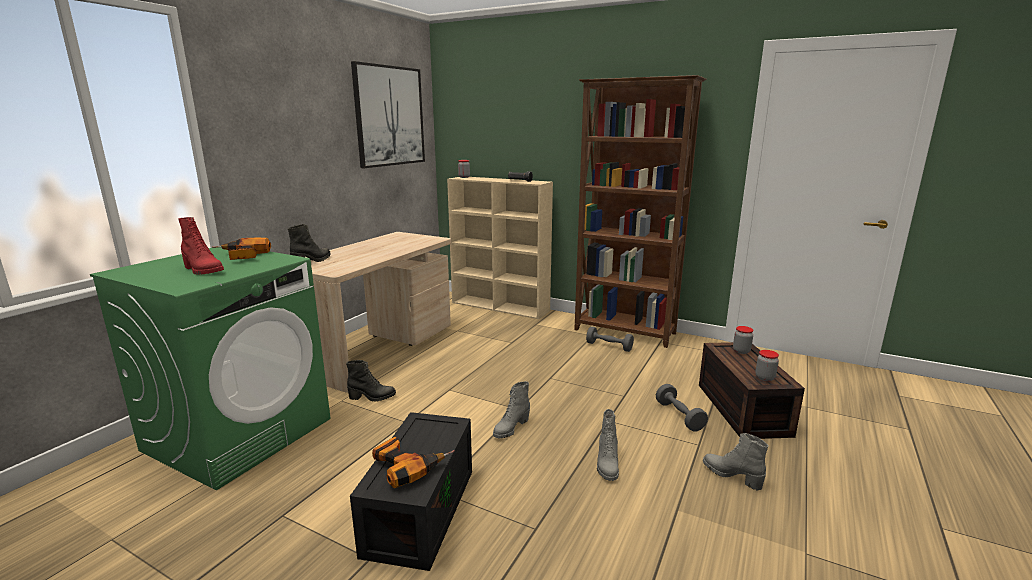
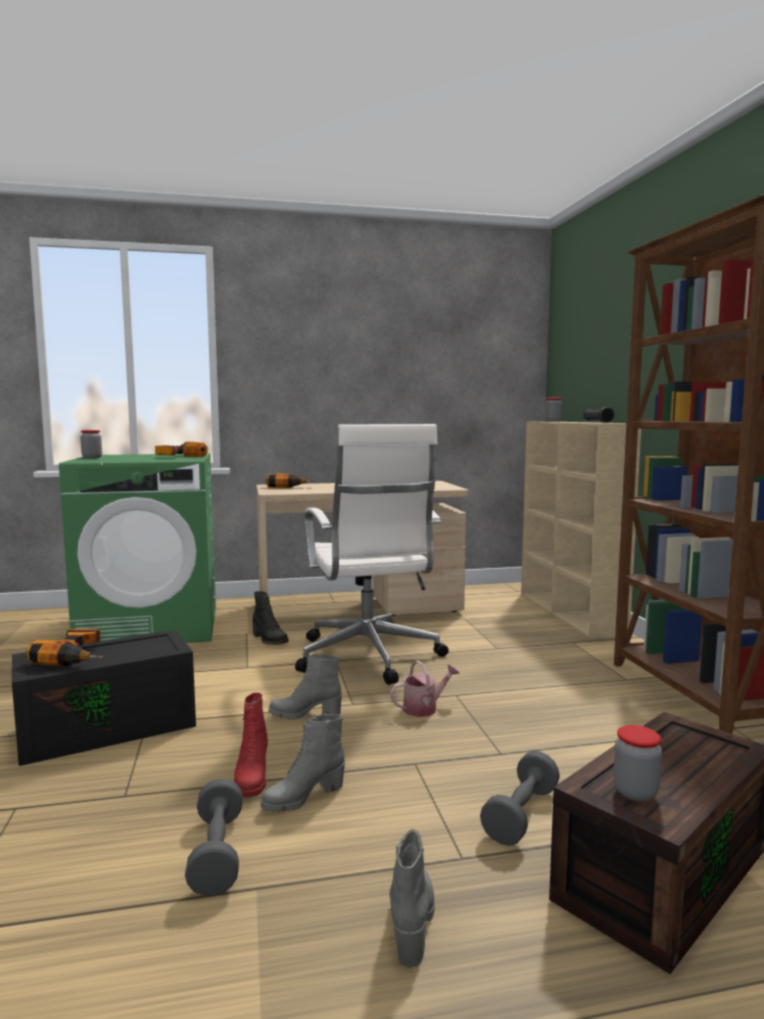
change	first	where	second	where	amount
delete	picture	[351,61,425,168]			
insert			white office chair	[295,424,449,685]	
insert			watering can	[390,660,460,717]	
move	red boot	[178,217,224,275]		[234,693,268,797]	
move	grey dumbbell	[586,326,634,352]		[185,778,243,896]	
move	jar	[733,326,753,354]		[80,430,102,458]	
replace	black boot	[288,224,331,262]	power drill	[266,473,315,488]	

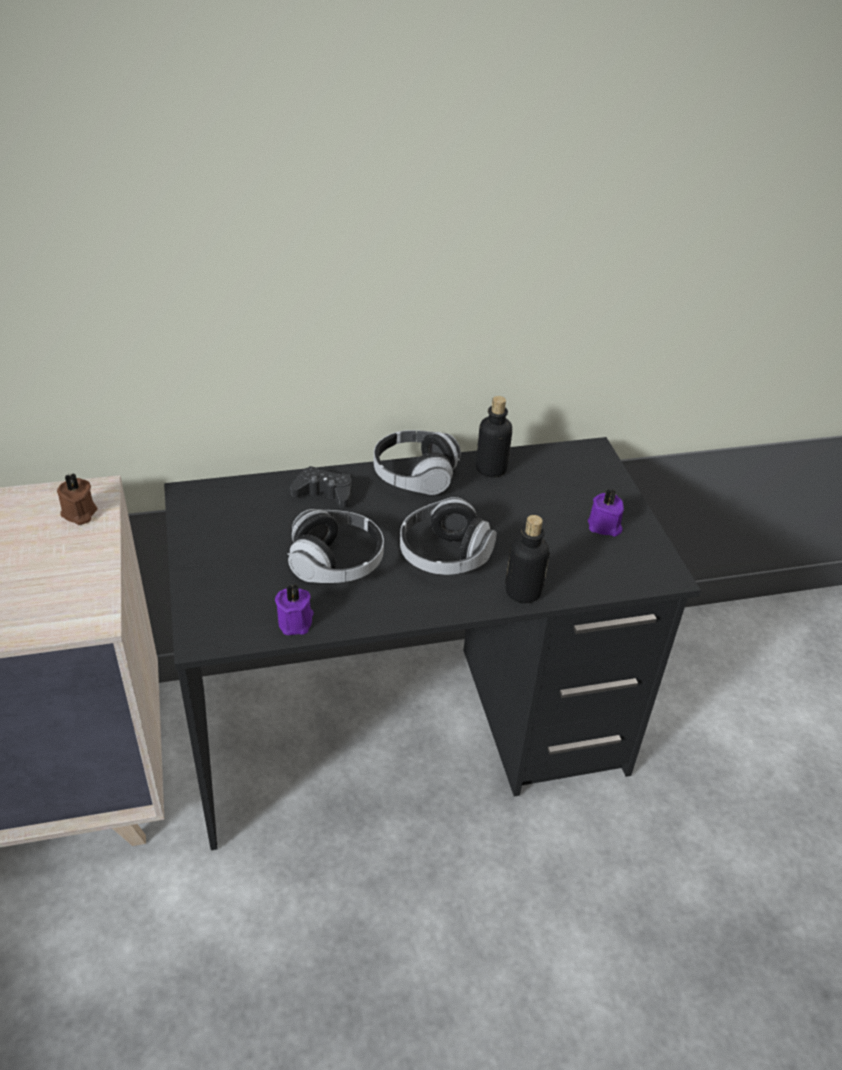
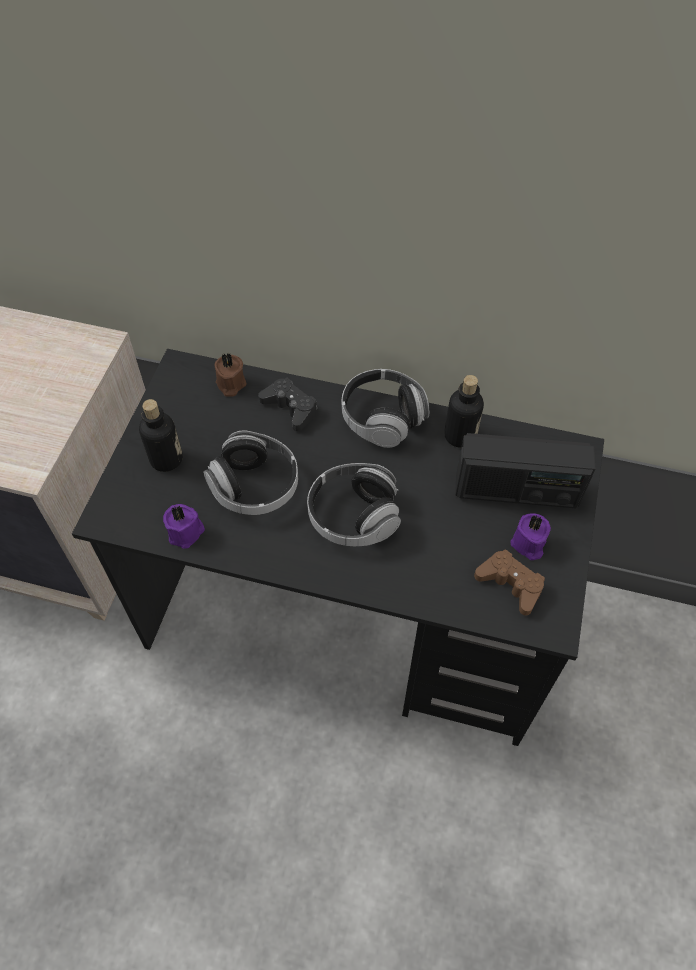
change	first	where	second	where	amount
insert			radio	[455,433,596,508]	
insert			brown game controller	[474,549,545,616]	
move	brown candle	[57,473,97,525]		[215,354,246,397]	
move	bottle	[505,515,550,603]		[139,399,183,472]	

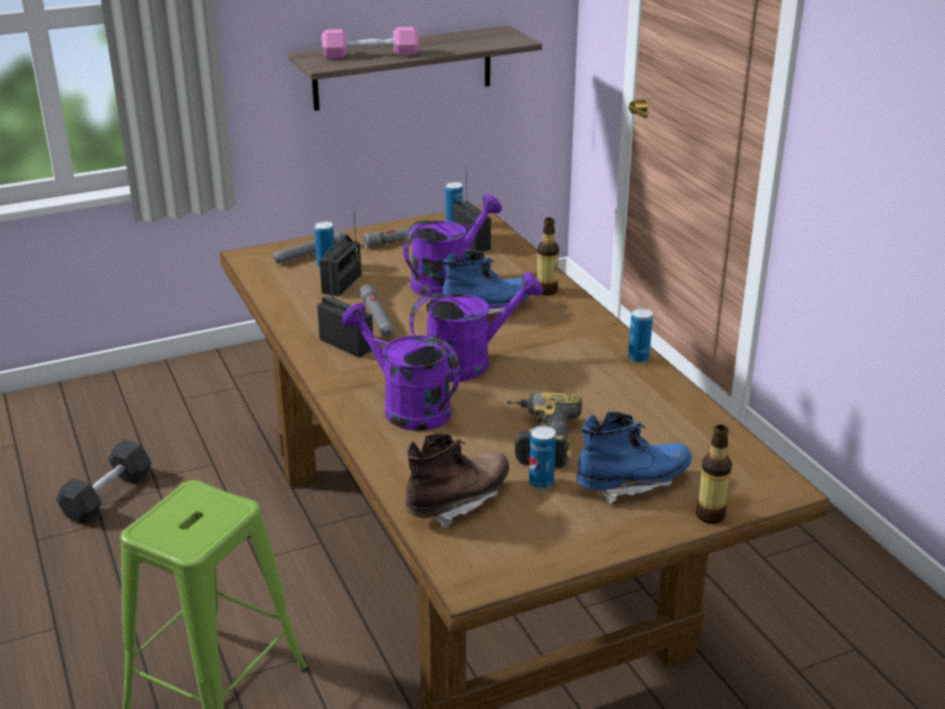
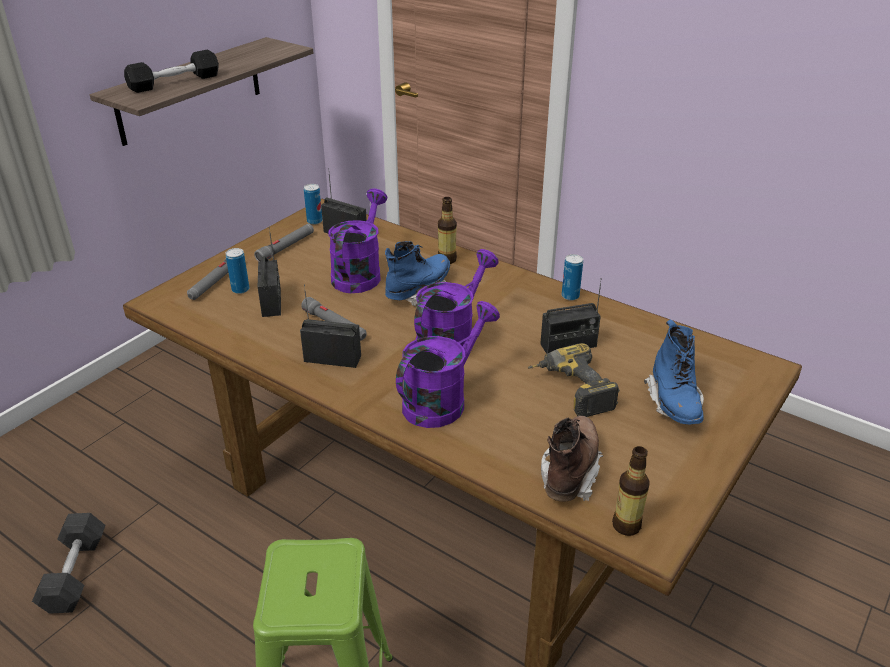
change	first	where	second	where	amount
delete	can	[529,425,556,489]			
insert			radio	[540,278,602,354]	
move	bottle	[696,425,732,524]		[612,446,650,536]	
recolor	pink dumbbell	[321,27,419,59]	black dumbbell	[124,50,219,93]	
rotate	purple watering can	[342,303,461,431]		[396,301,500,428]	120 degrees clockwise
rotate	blue boot	[577,411,692,505]		[644,319,704,425]	135 degrees clockwise

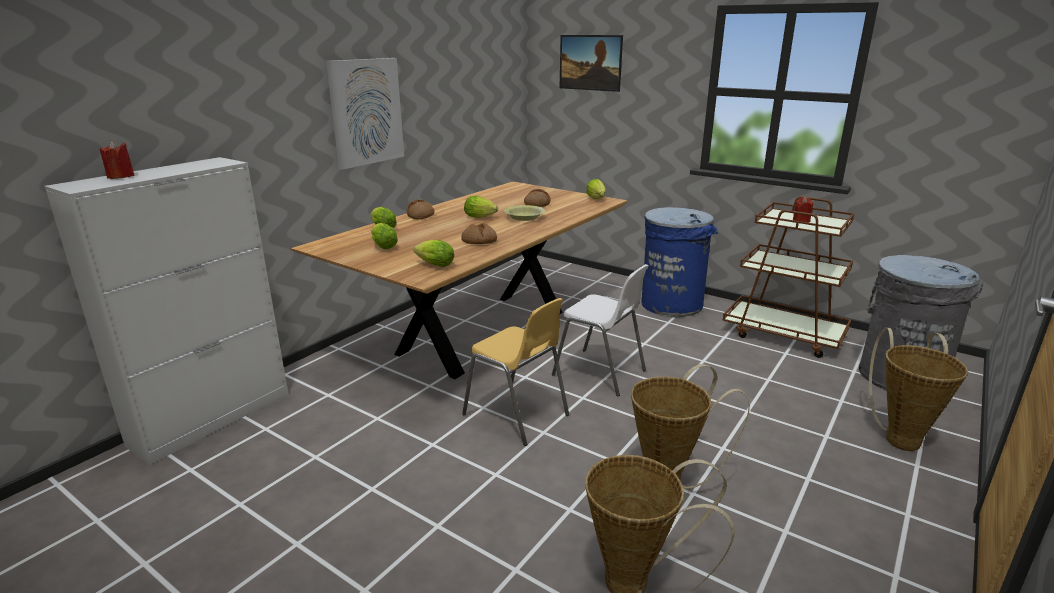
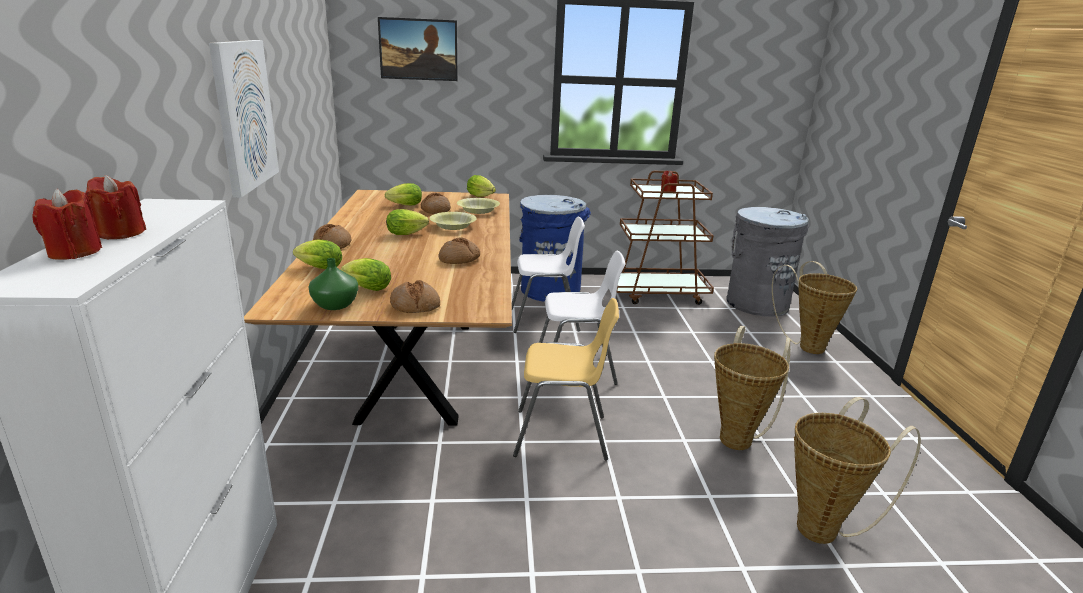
change	first	where	second	where	amount
insert			red candle	[85,175,146,239]	
insert			green vase	[309,258,358,310]	
insert			bread	[390,280,440,313]	
insert			yellow bowl	[457,198,500,214]	
insert			white chair	[512,217,585,333]	
move	lettuce	[413,239,454,267]		[385,183,422,205]	

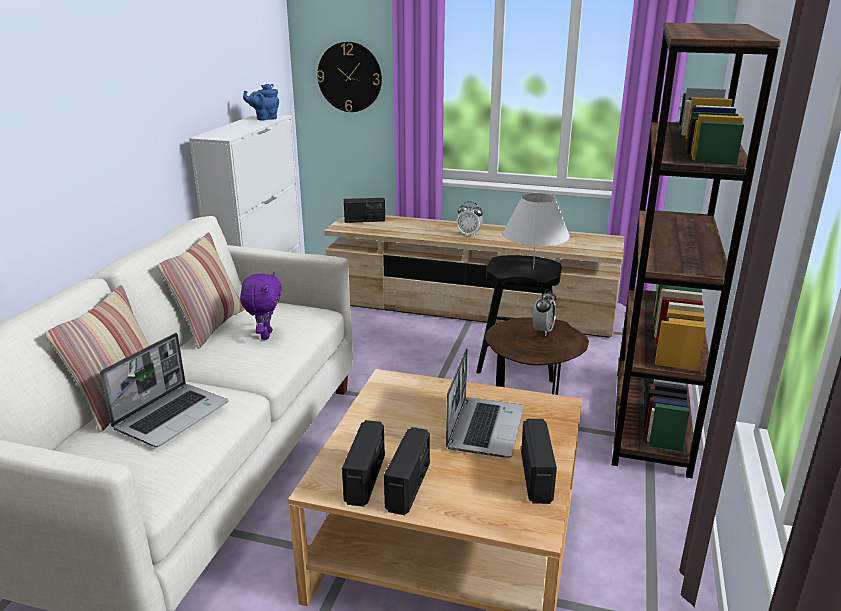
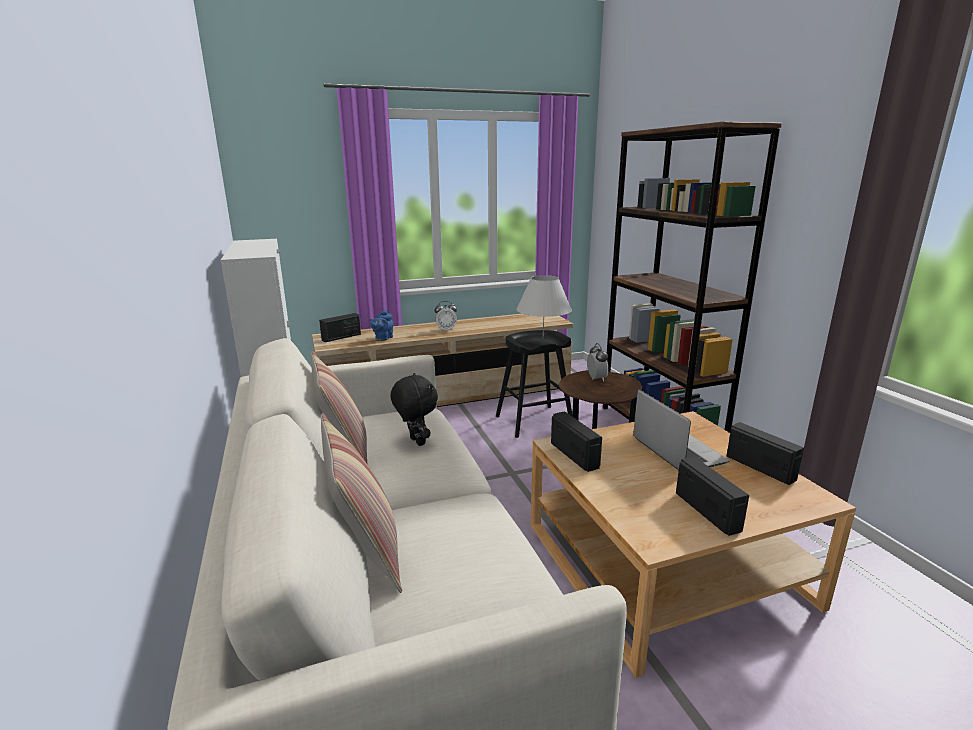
change	first	where	second	where	amount
delete	laptop	[100,333,228,447]			
delete	wall clock	[317,42,382,112]			
move	blue teapot	[243,84,279,120]		[370,310,393,341]	
move	radio	[342,420,385,507]		[551,411,602,472]	
recolor	purple plush toy	[240,272,282,340]	black plush toy	[391,373,438,446]	

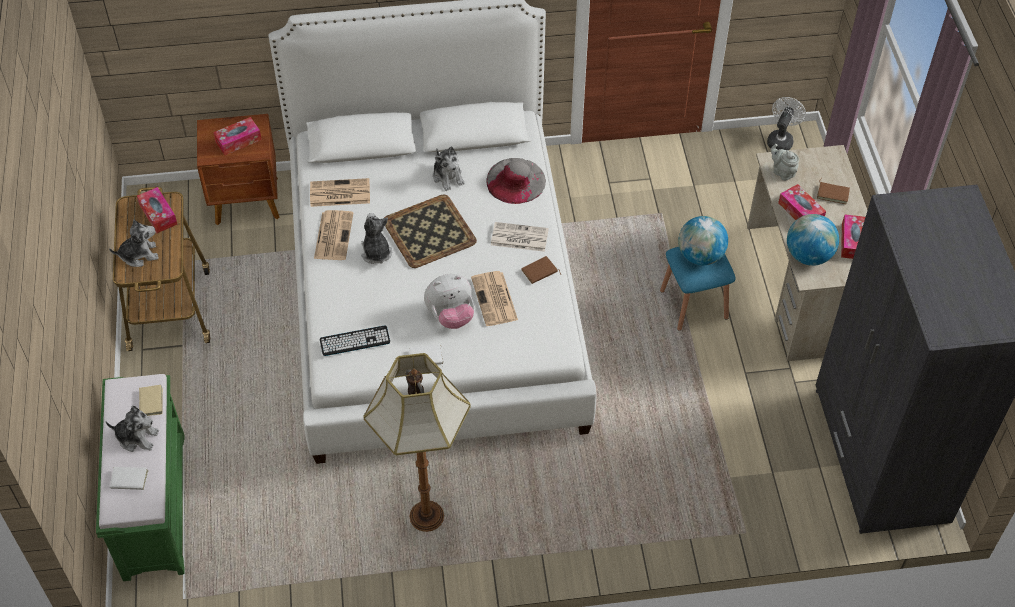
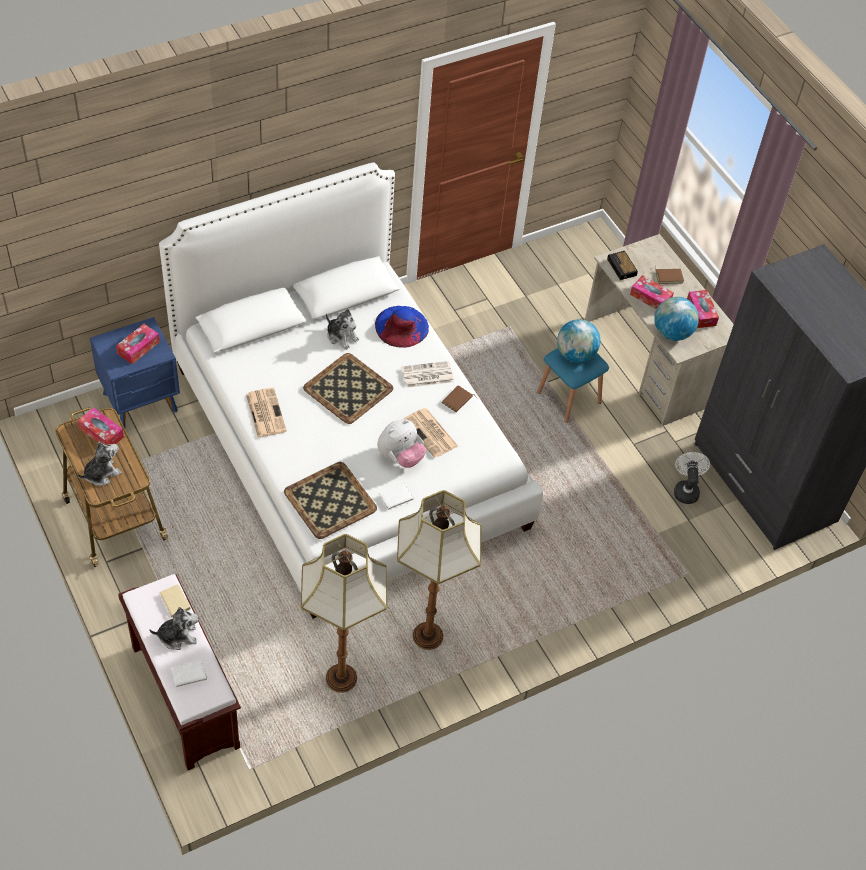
change	first	where	second	where	amount
delete	newspaper	[310,178,370,207]			
delete	plush toy	[361,213,392,264]			
insert			floor lamp	[301,534,387,693]	
move	white fan	[767,97,806,150]		[674,452,710,504]	
replace	keyboard	[320,326,390,356]	tray	[284,462,377,539]	
replace	grey teapot	[771,144,799,181]	alarm clock	[607,251,638,280]	
recolor	green bench	[96,374,185,581]	brown bench	[118,574,241,770]	
recolor	brown nightstand	[197,114,279,225]	blue nightstand	[90,317,180,428]	
recolor	grey hat	[486,158,546,204]	blue hat	[375,306,429,348]	

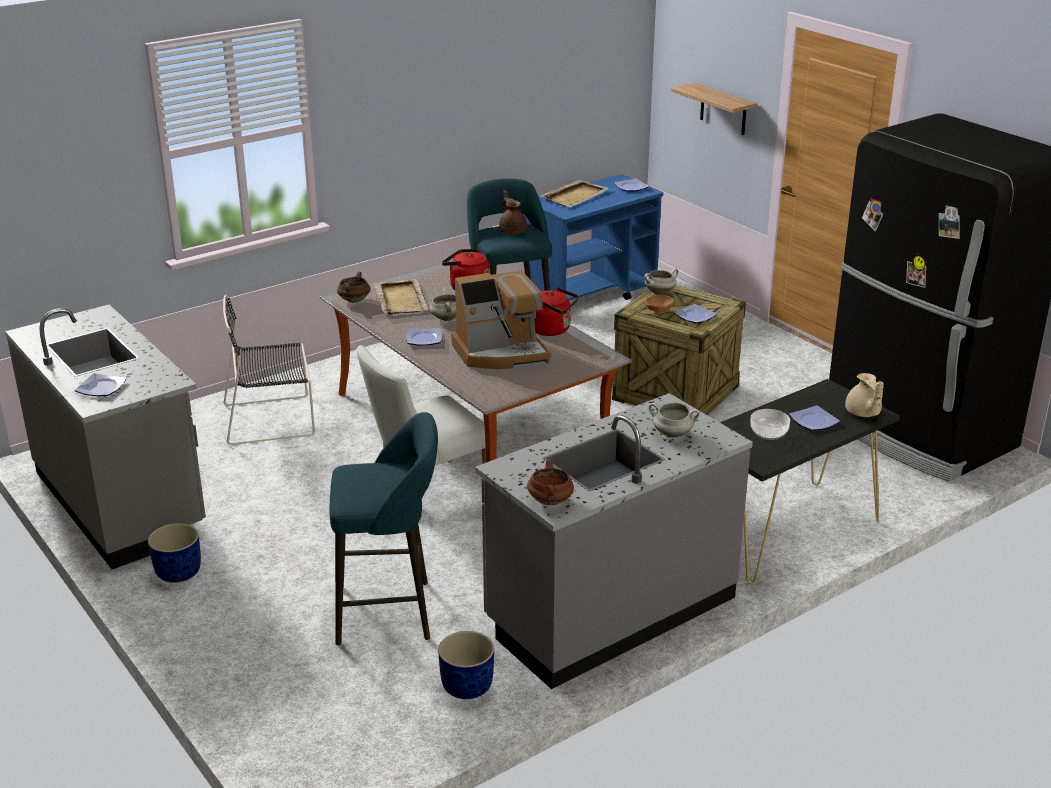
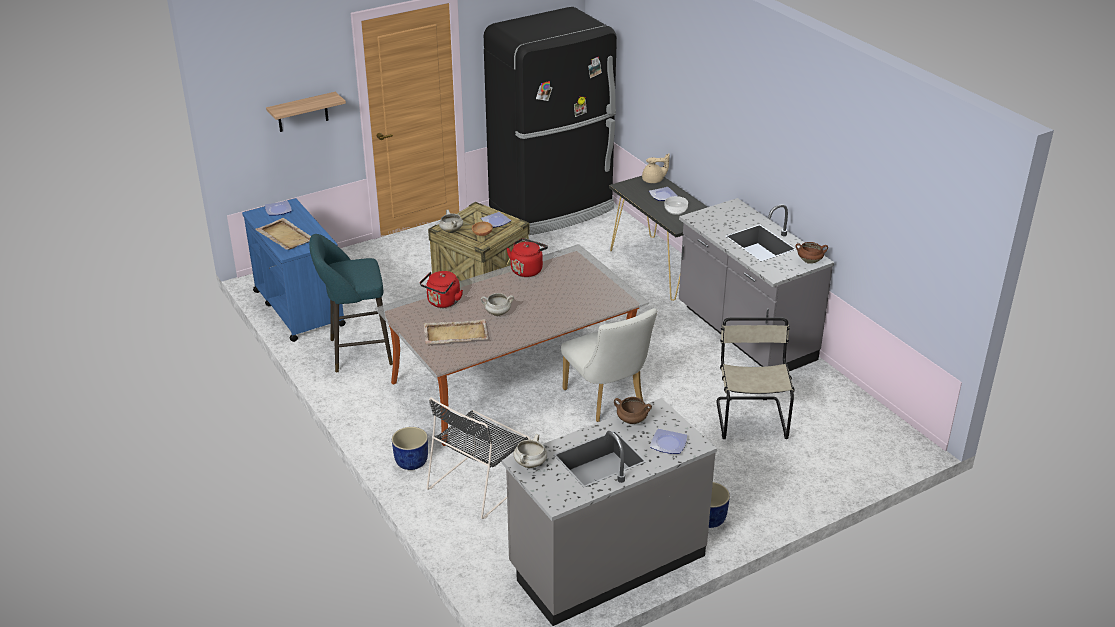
change	first	where	second	where	amount
delete	plate	[406,328,442,346]			
delete	coffee machine	[451,270,551,369]			
delete	brown teapot	[499,189,527,234]			
move	brown cooking pot	[337,272,371,303]		[614,397,652,424]	
move	blue planter	[438,631,494,699]		[392,427,428,470]	
move	white cooking pot	[649,402,700,437]		[514,434,547,468]	
replace	turquoise stool	[329,412,438,645]	beige chair	[716,317,795,439]	
rotate	black chair	[223,295,315,445]		[427,397,531,519]	45 degrees clockwise

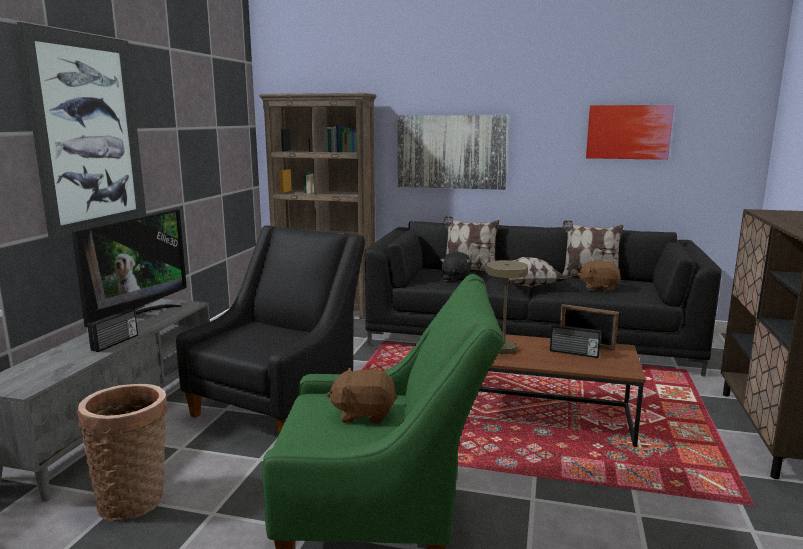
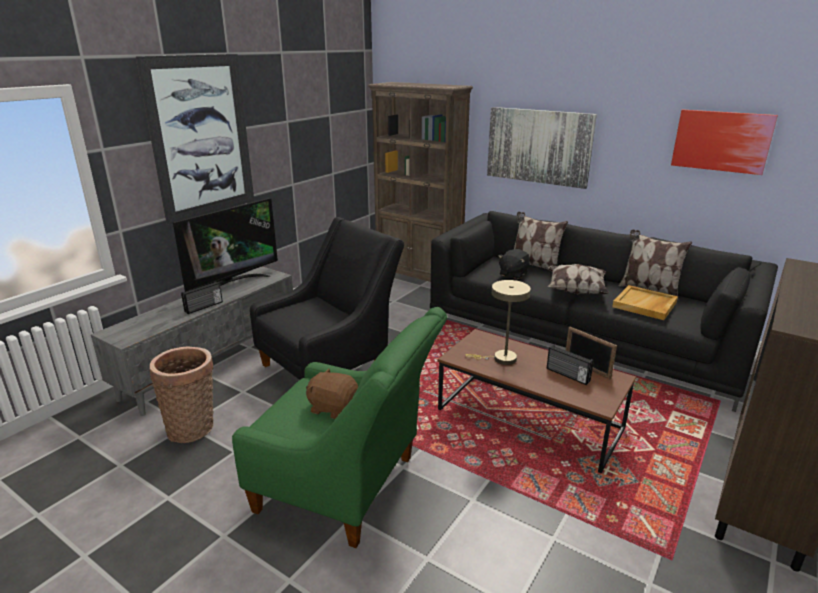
change	first	where	second	where	amount
replace	brown plush toy	[577,261,621,292]	beige tray	[612,285,678,320]	

